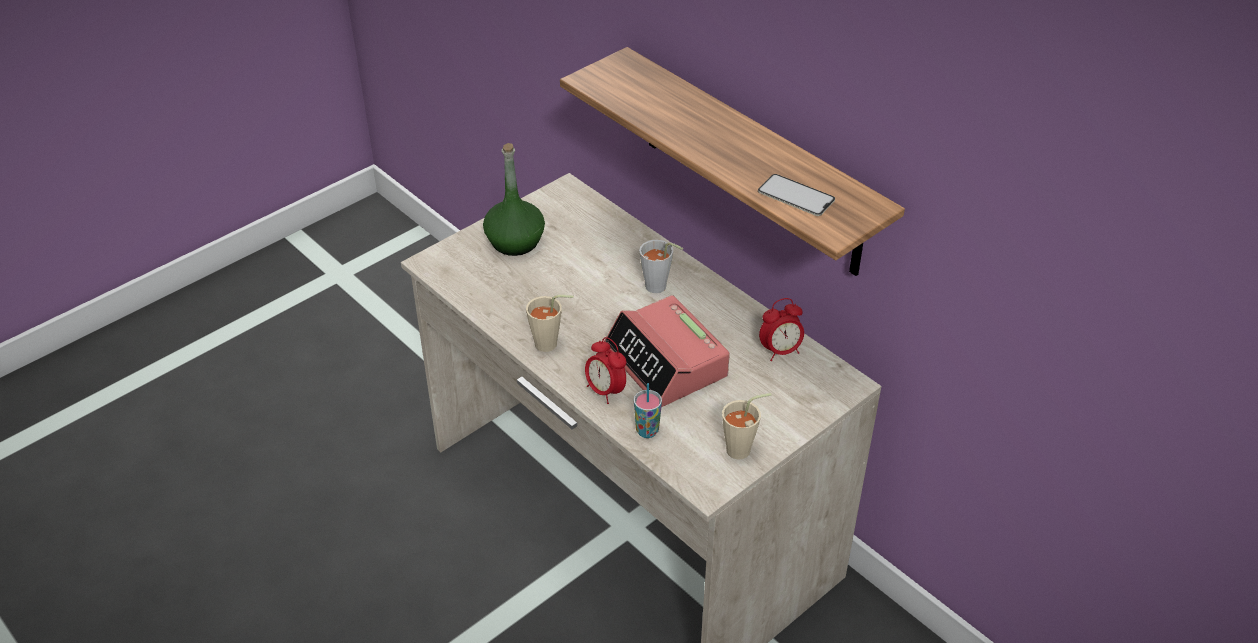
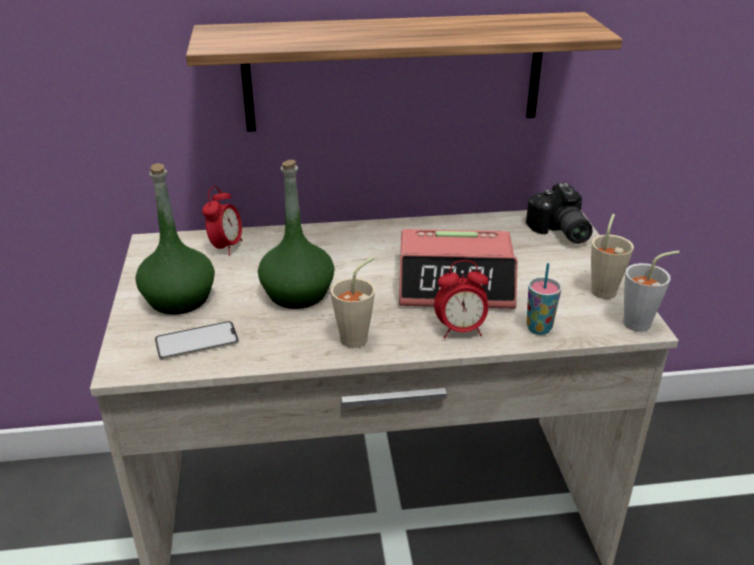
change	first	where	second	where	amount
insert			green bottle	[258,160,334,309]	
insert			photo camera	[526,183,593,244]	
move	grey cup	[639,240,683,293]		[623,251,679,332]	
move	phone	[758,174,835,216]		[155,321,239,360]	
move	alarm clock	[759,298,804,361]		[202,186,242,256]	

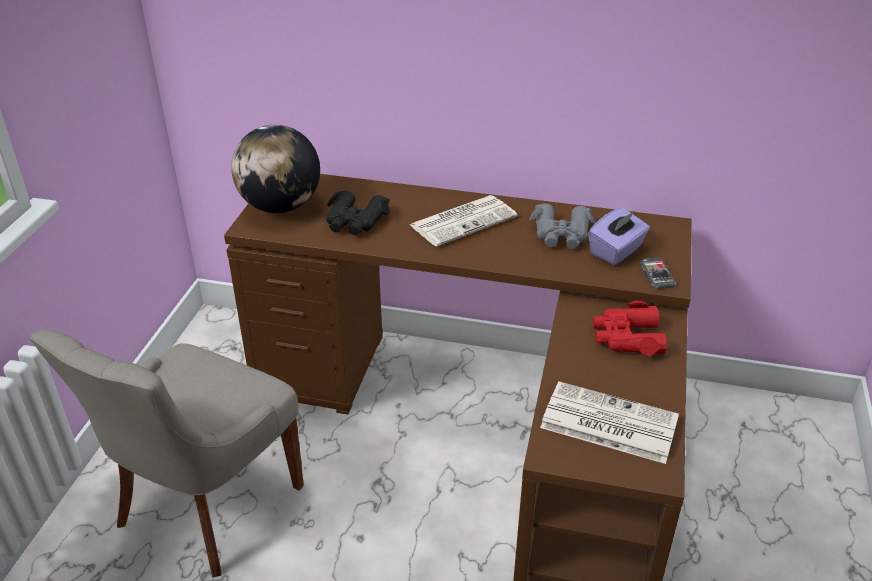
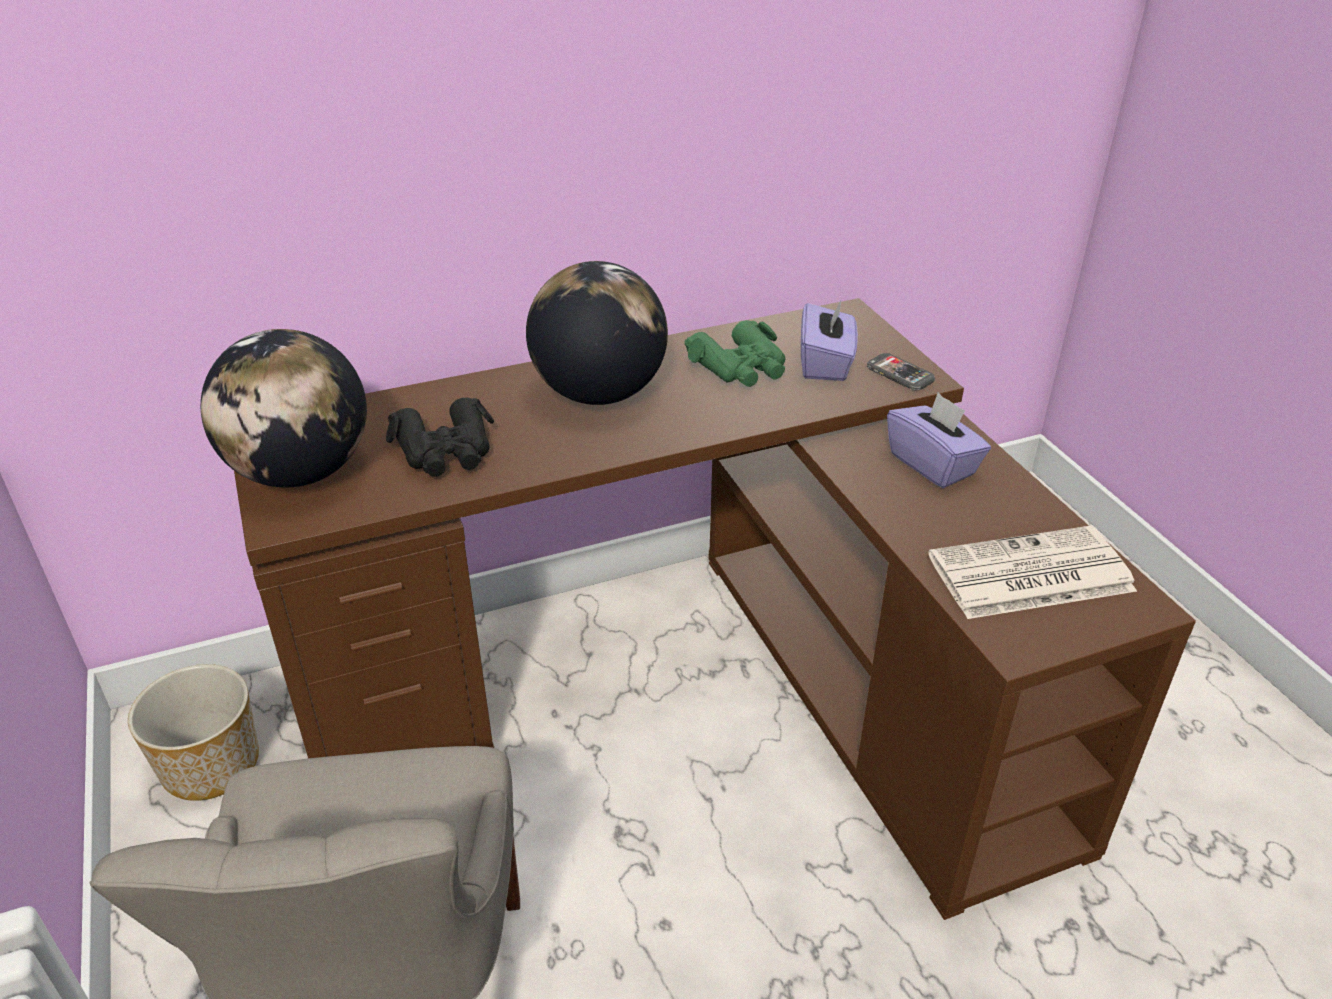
change	first	where	second	where	amount
insert			planter	[128,664,259,801]	
replace	newspaper	[410,195,517,246]	globe	[526,261,668,405]	
replace	red binoculars	[593,301,667,356]	purple tissue box	[887,392,991,488]	
recolor	grey binoculars	[530,204,595,249]	green binoculars	[684,320,785,387]	

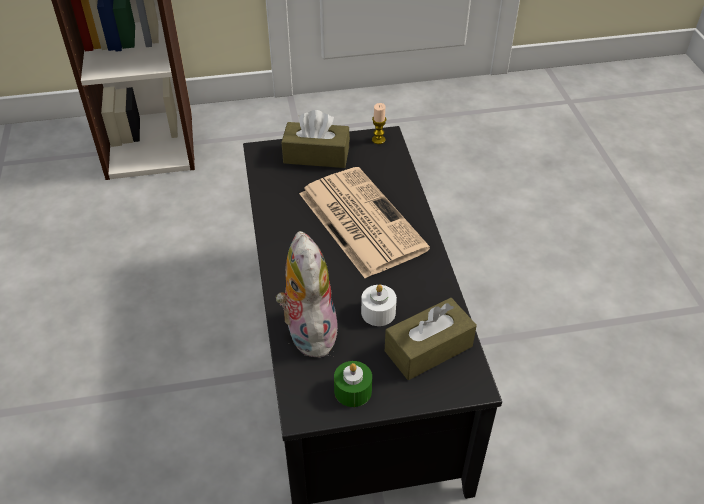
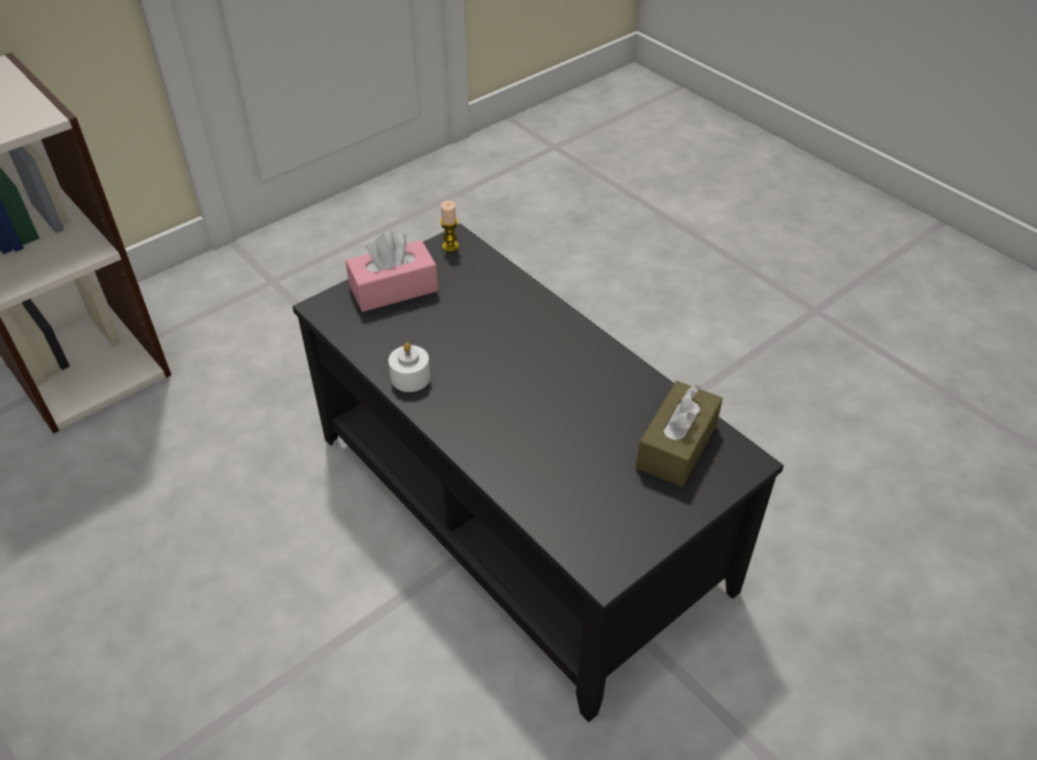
change	first	where	second	where	amount
delete	plush toy	[275,231,338,358]			
delete	newspaper	[299,167,430,278]			
delete	green candle	[334,361,372,407]			
move	white candle	[361,285,397,326]		[388,343,430,392]	
recolor	brown tissue box	[282,110,350,168]	pink tissue box	[346,231,438,312]	

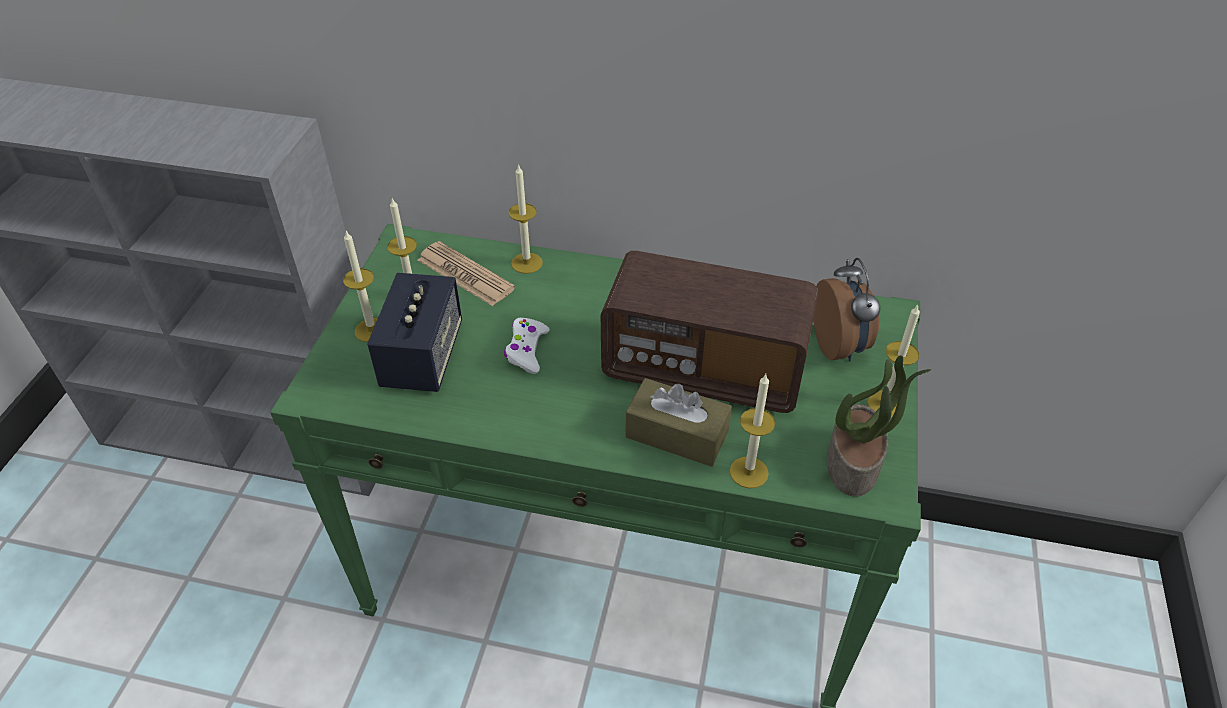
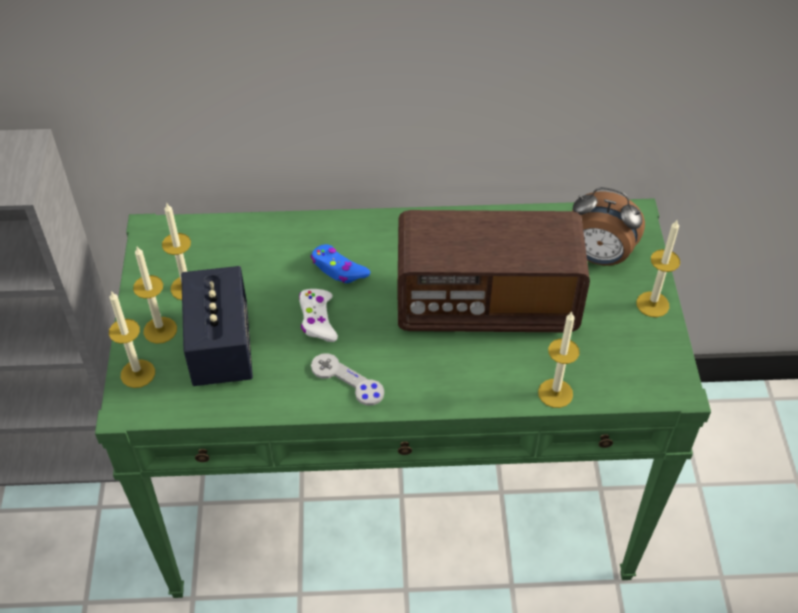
change	first	where	second	where	amount
delete	newspaper	[418,241,515,306]			
delete	brown tissue box	[625,378,732,467]			
delete	potted plant	[827,355,931,497]			
insert			blue game controller	[311,244,371,283]	
insert			grey game controller	[311,353,384,406]	
move	candle	[508,164,543,274]		[109,291,155,388]	
rotate	alarm clock	[813,258,880,361]		[572,187,645,265]	135 degrees clockwise

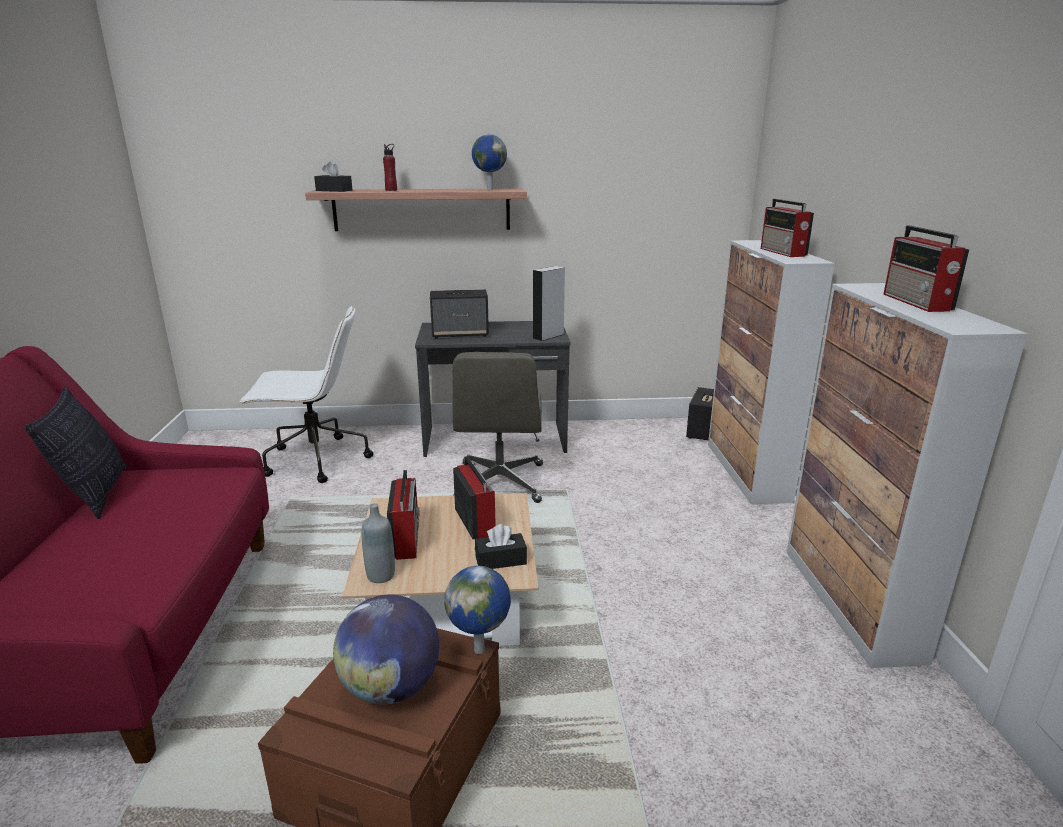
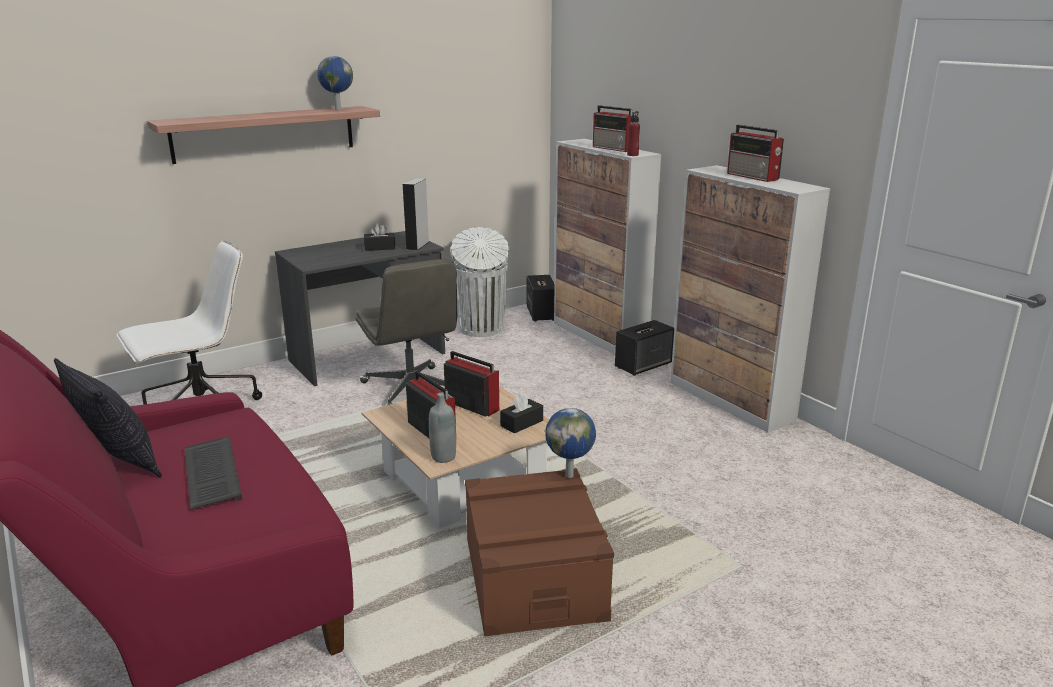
change	first	where	second	where	amount
delete	globe	[333,595,439,705]			
insert			keyboard	[184,436,242,509]	
insert			white trash can	[451,227,509,337]	
move	black tissue box	[314,161,352,192]		[364,223,395,251]	
move	red bottle	[383,144,397,191]		[627,111,640,156]	
move	speaker	[430,289,489,338]		[615,320,674,376]	

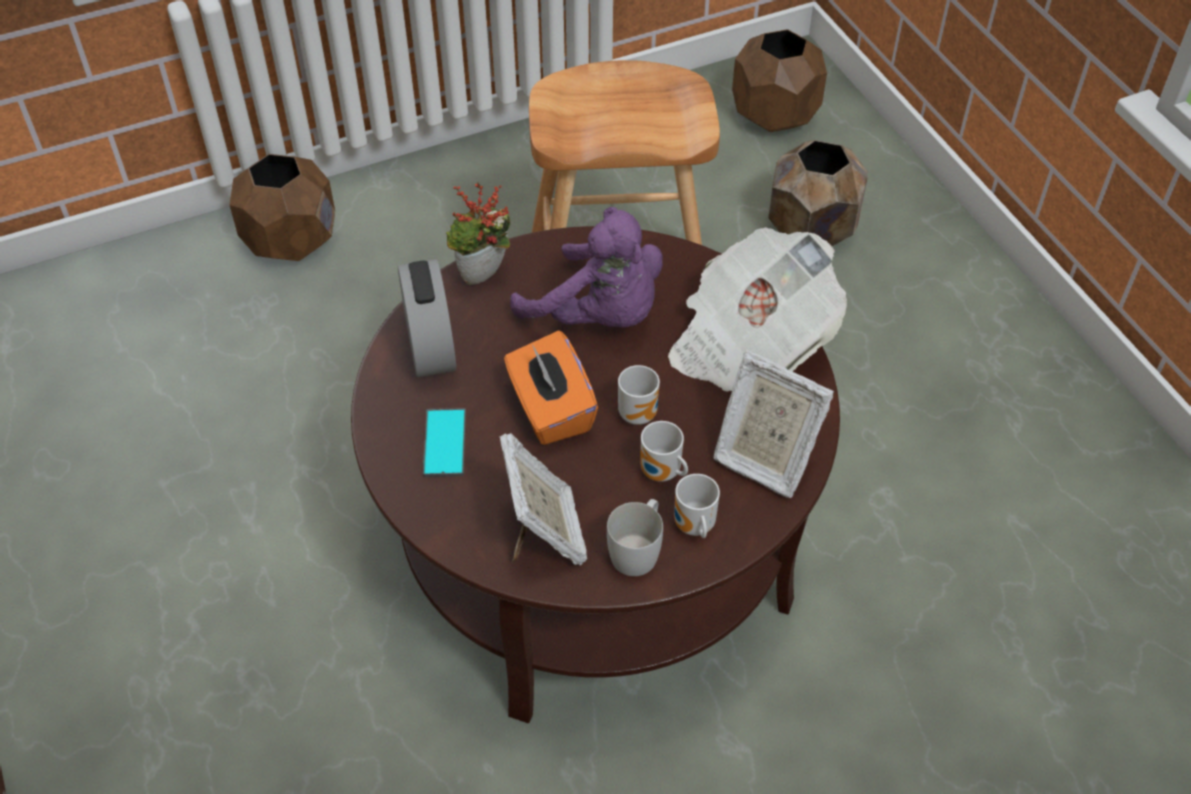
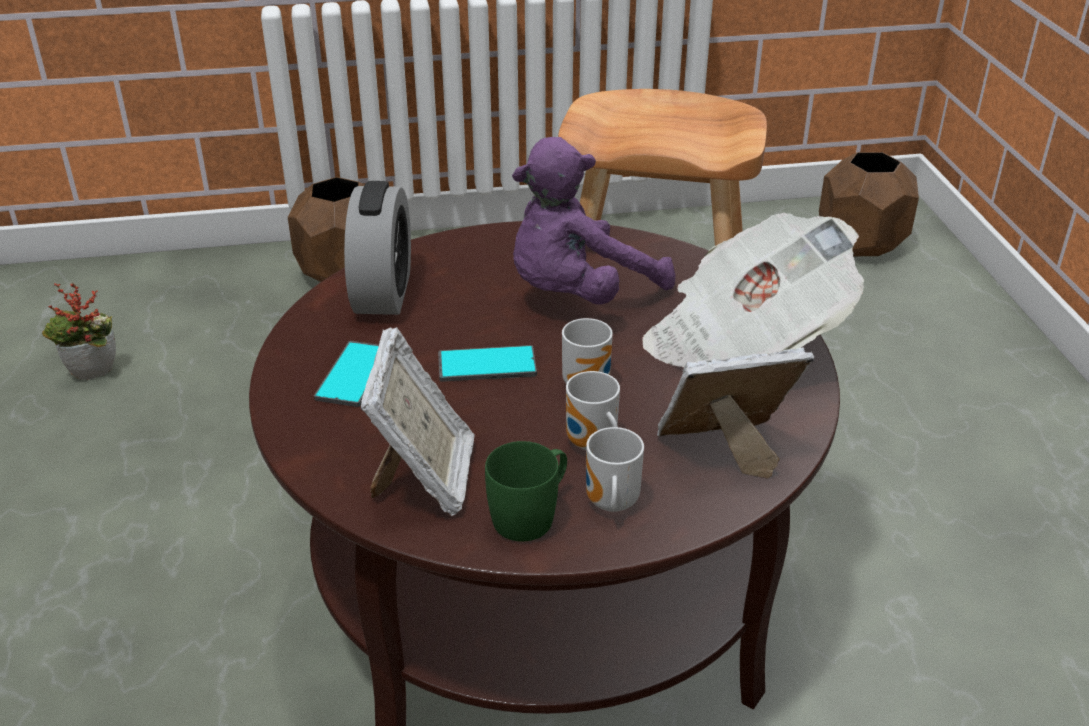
change	first	where	second	where	amount
delete	brown planter	[768,140,868,246]			
move	potted plant	[446,183,510,285]		[42,283,116,380]	
replace	orange tissue box	[504,330,598,445]	phone	[438,345,537,382]	
recolor	white mug	[607,499,663,576]	green mug	[485,441,567,542]	
rotate	purple plush toy	[510,207,663,327]		[512,137,675,305]	90 degrees clockwise
rotate	picture frame	[714,350,834,498]		[657,347,814,479]	120 degrees clockwise

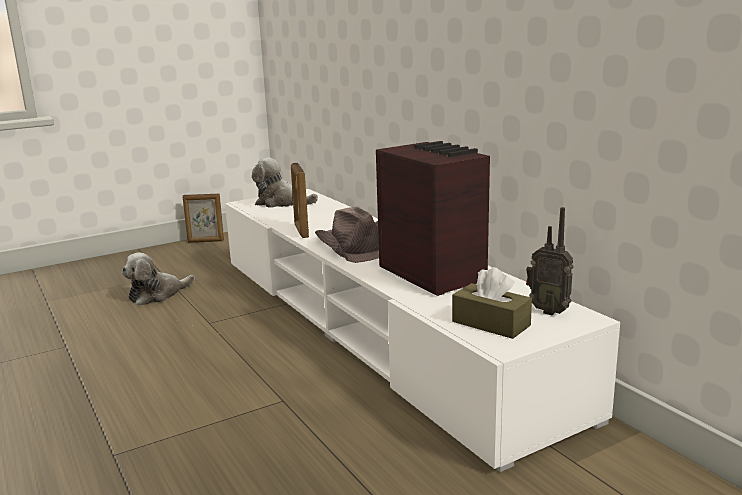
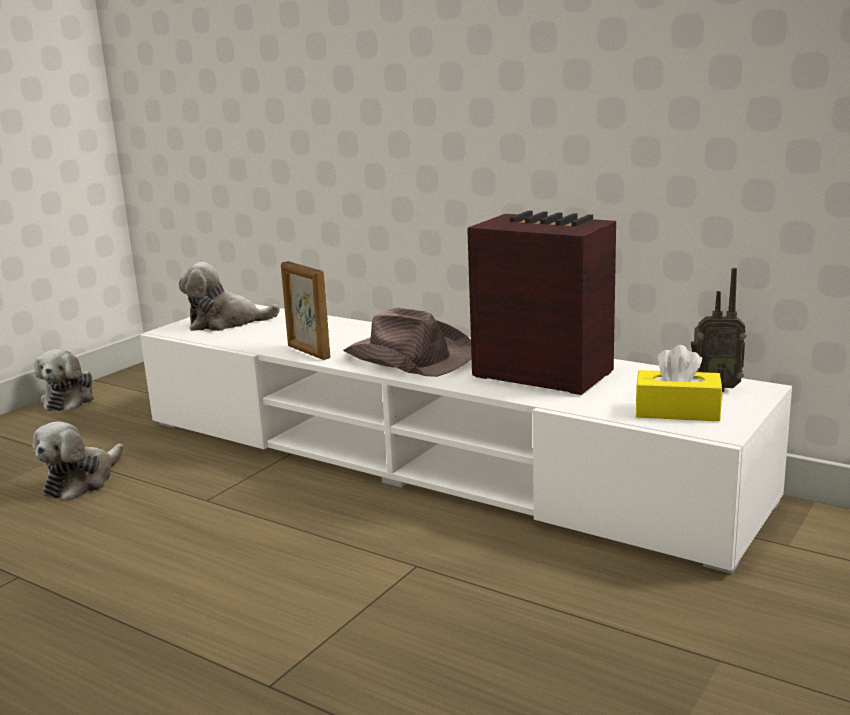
change	first	where	second	where	amount
replace	picture frame	[182,194,224,242]	plush toy	[34,349,94,411]	
recolor	brown tissue box	[452,267,532,339]	yellow tissue box	[635,345,722,421]	

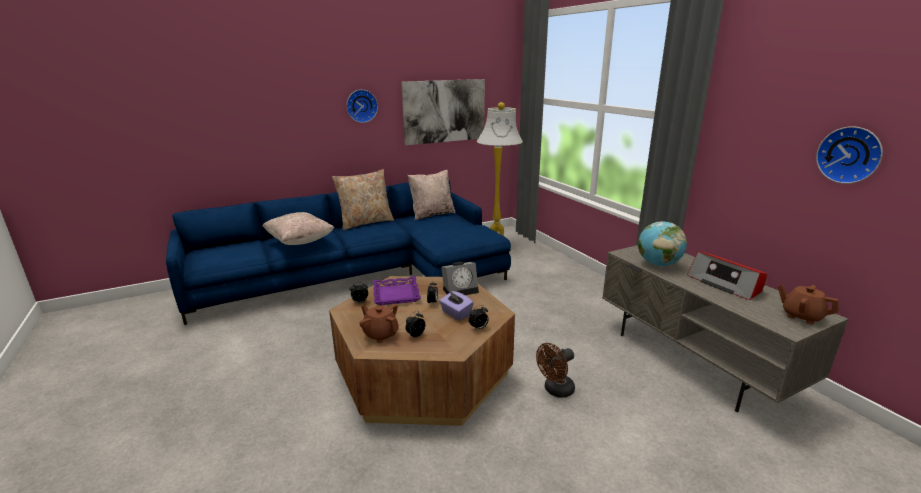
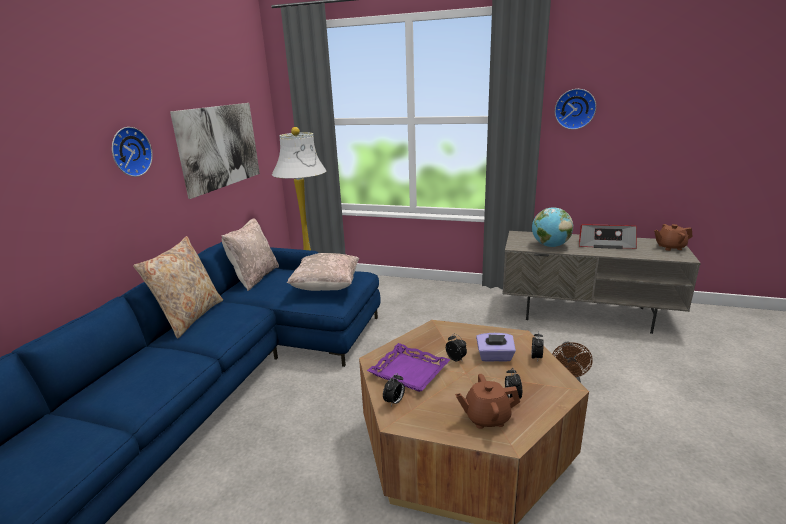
change	first	where	second	where	amount
delete	alarm clock	[441,262,479,295]			
move	beige pillow	[262,212,334,245]		[287,253,359,291]	
move	wall clock	[816,126,883,184]		[555,89,596,129]	

